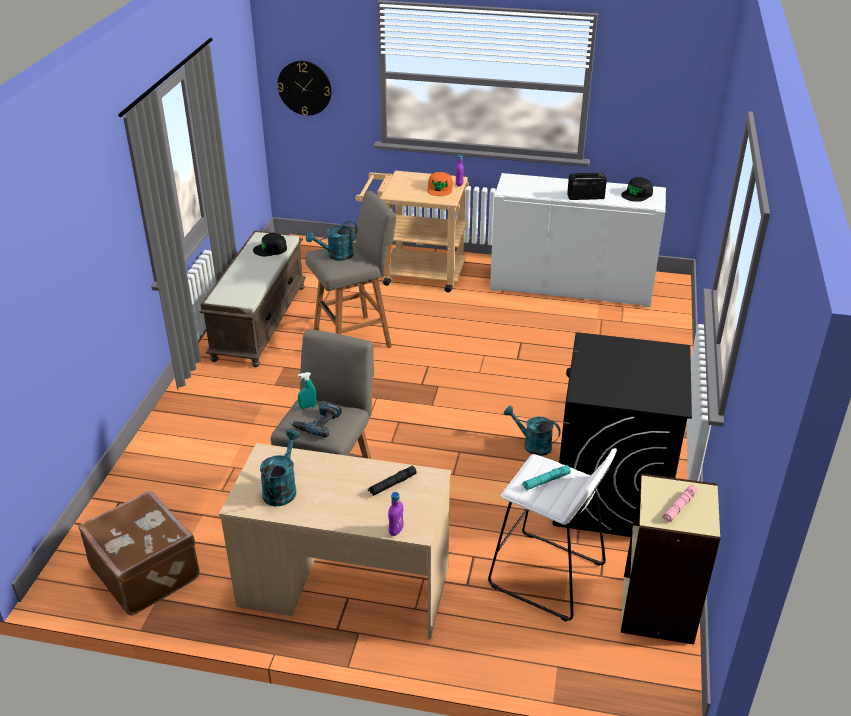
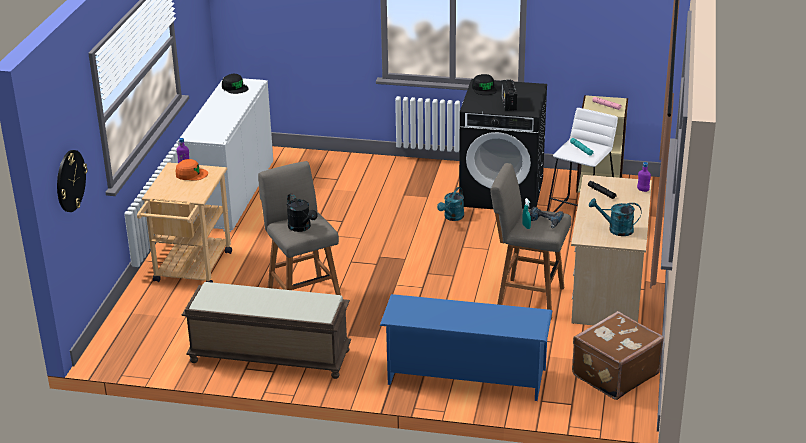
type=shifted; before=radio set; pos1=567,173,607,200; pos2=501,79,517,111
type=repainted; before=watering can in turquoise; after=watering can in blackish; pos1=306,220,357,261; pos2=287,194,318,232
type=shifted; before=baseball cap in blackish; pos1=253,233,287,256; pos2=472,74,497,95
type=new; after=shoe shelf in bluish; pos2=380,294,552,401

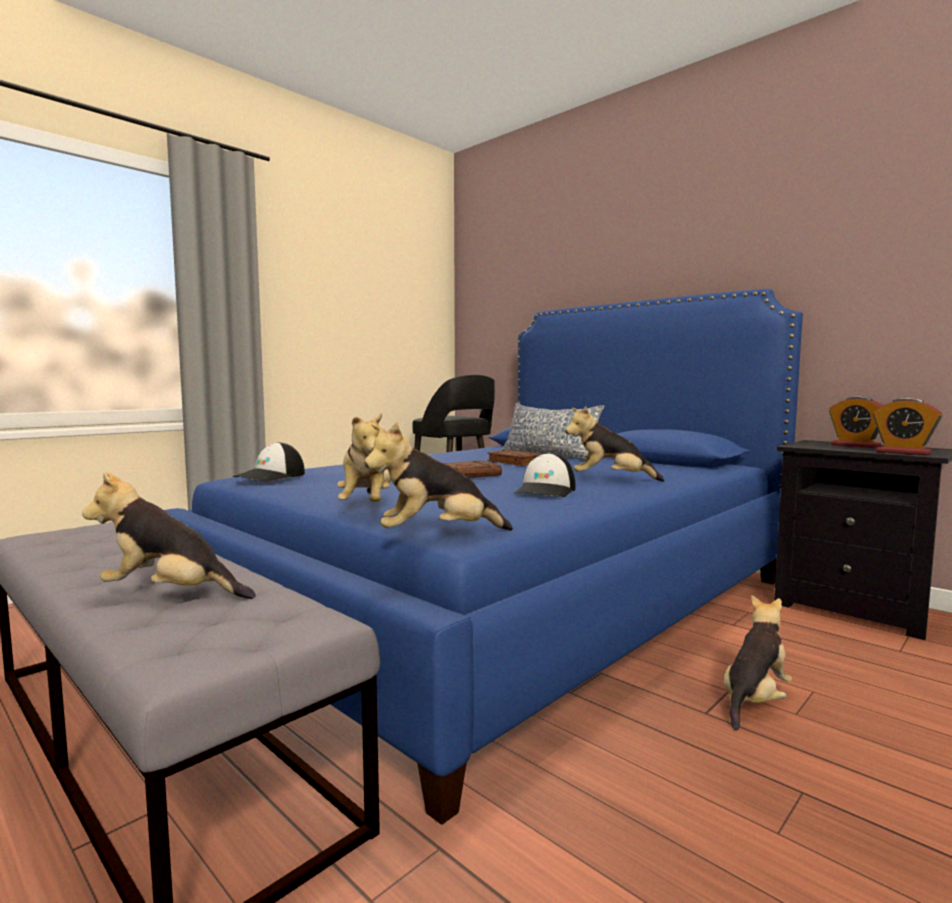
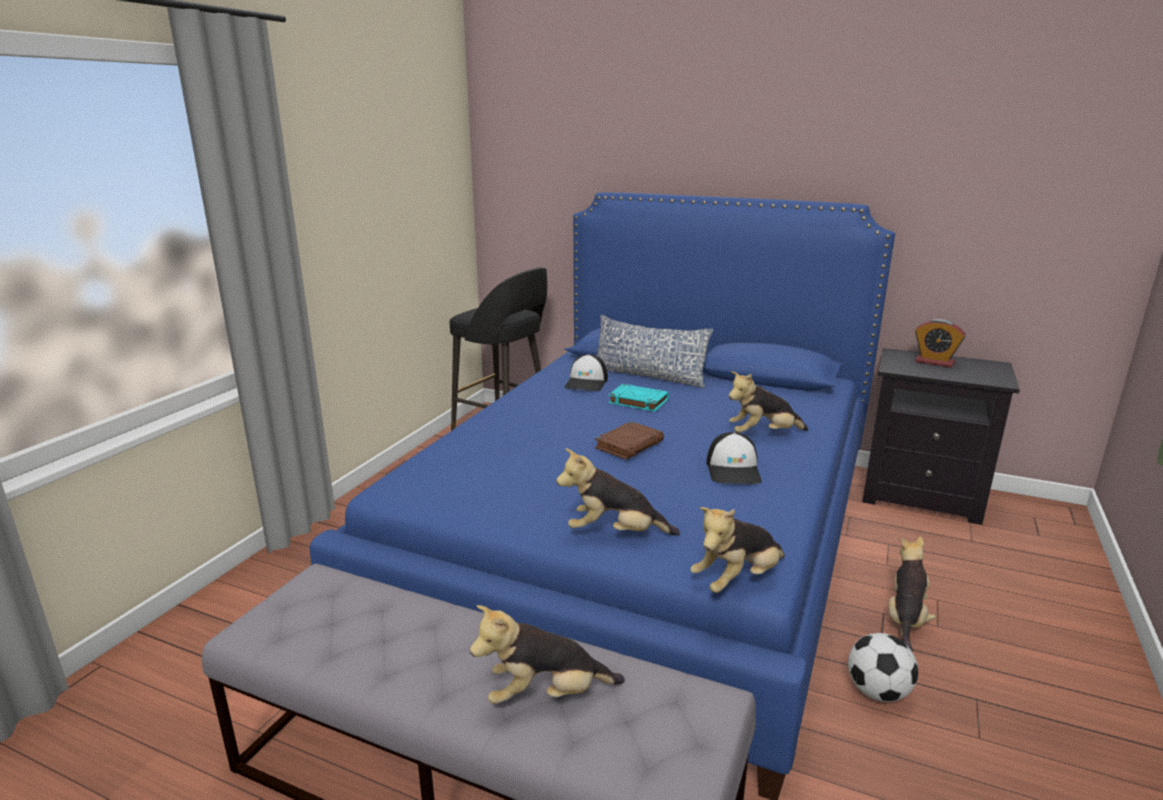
type=gone; before=bedside clock; pos1=873,398,943,455
type=rotated; before=cuddly toy; pos1=337,413,391,502; pos2=556,448,680,536; turn=120
type=shifted; before=baseball cap; pos1=233,442,305,482; pos2=564,354,608,391
type=repainted; before=book in brown-coloured; after=book in turquoise; pos1=487,450,541,466; pos2=608,384,669,412
type=new; after=ball for football; pos2=848,633,918,702

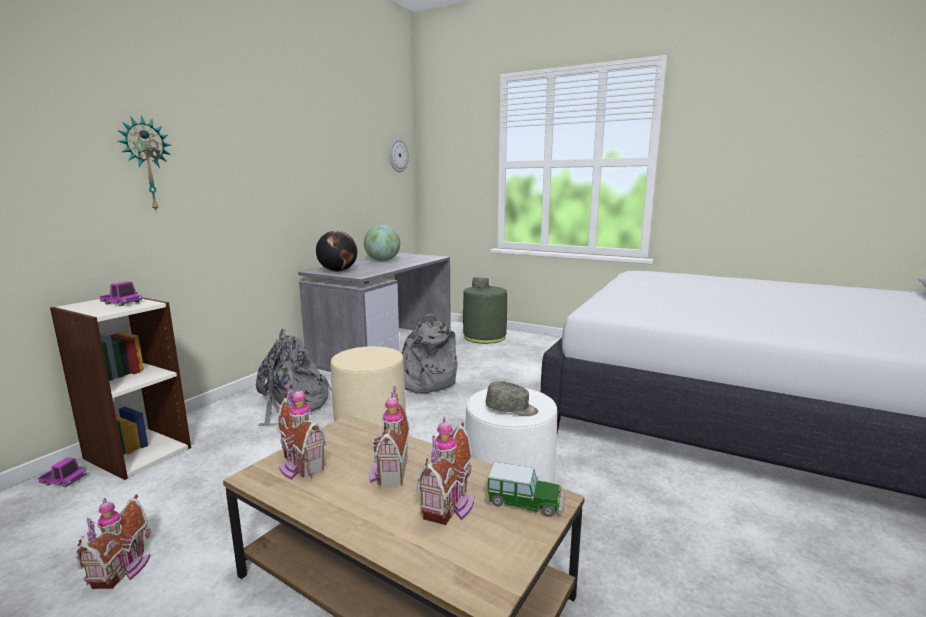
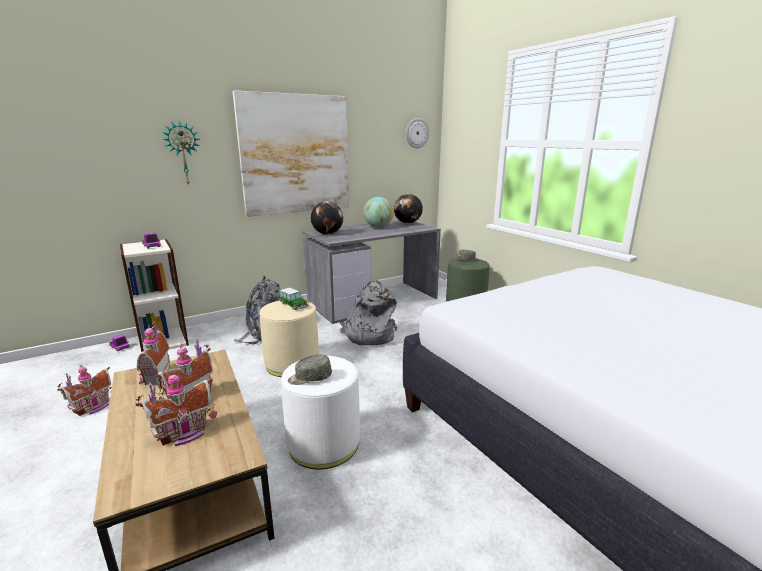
type=rotated; before=baseball cap in greyish; pos1=486,381,538,416; pos2=288,354,332,385; turn=120
type=shifted; before=miniature car; pos1=486,462,565,517; pos2=279,287,309,310
type=new; after=picture; pos2=233,90,349,217
type=new; after=globe; pos2=394,194,423,224

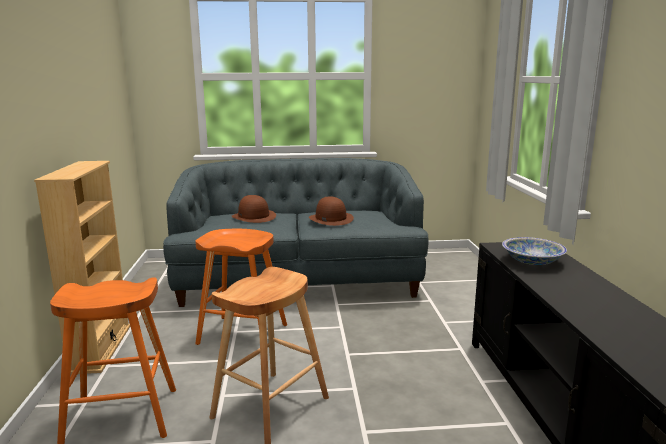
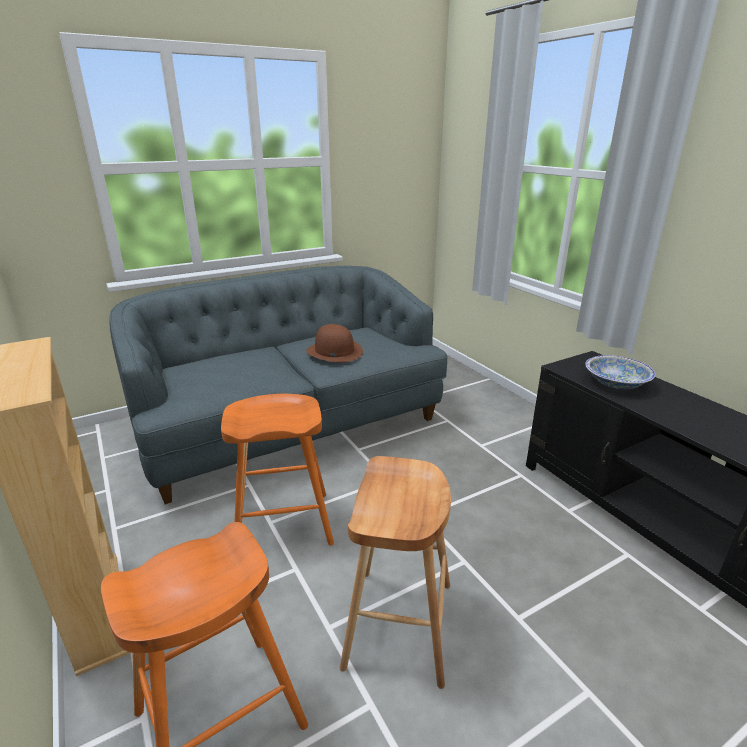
type=gone; before=hat in brown-coloured; pos1=231,195,276,223

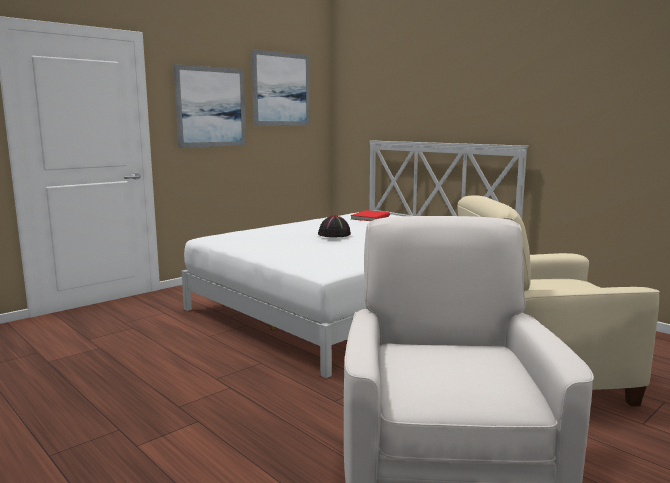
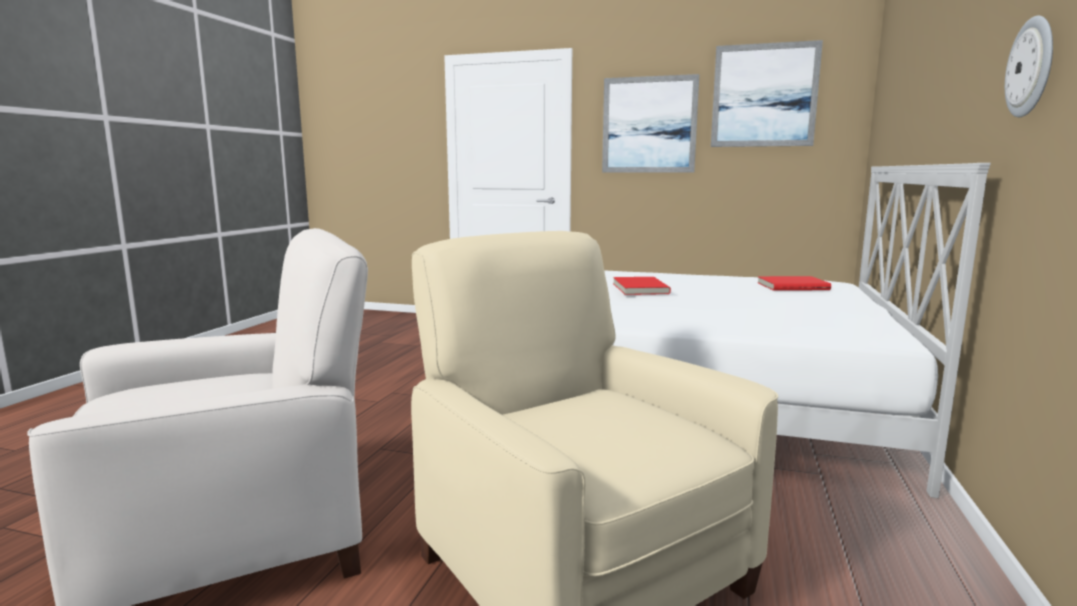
type=swapped; before=hat in blackish; after=book in red; pos1=318,215,351,237; pos2=613,277,671,295
type=new; after=hanging clock; pos2=1005,15,1053,117

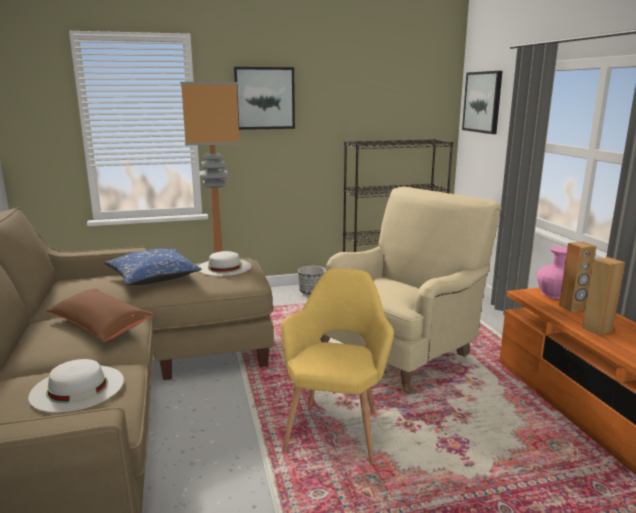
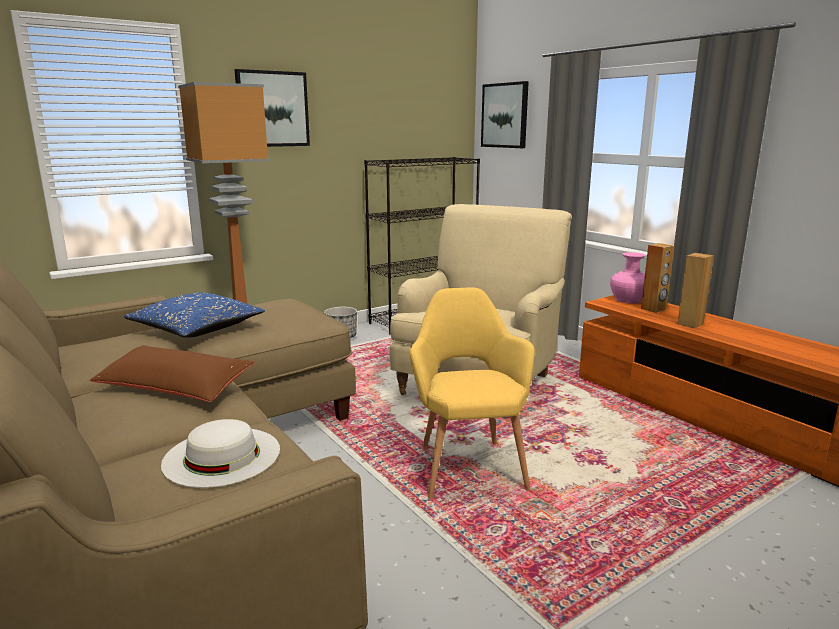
type=gone; before=hat in whitish; pos1=199,251,252,276

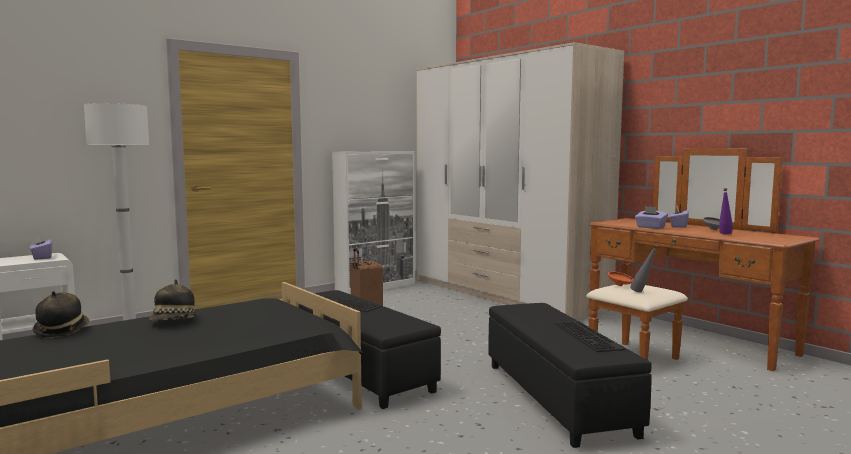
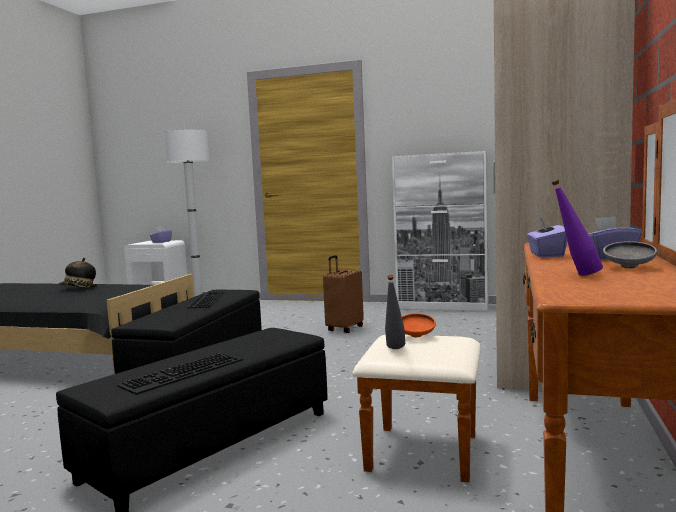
type=gone; before=hat; pos1=33,291,89,338

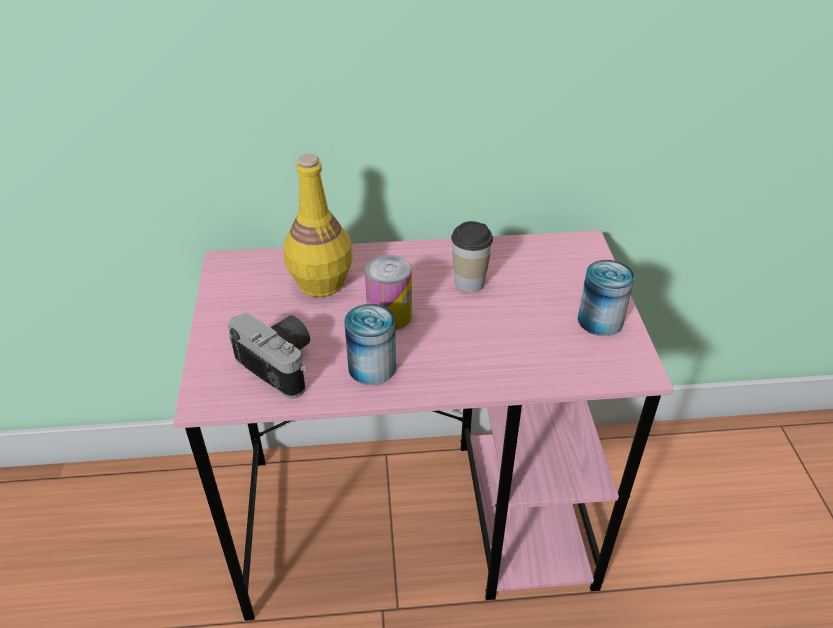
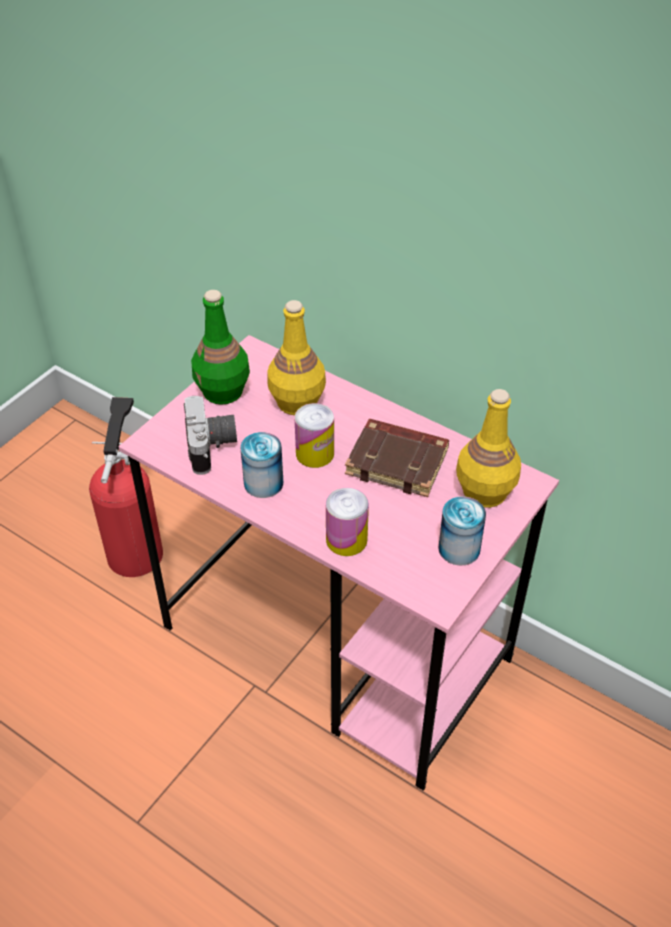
type=swapped; before=cup; after=book in brown-coloured; pos1=451,221,493,293; pos2=345,419,449,497
type=new; after=bottle in green; pos2=191,290,250,405
type=new; after=bottle in yellow; pos2=456,389,521,508
type=new; after=fire extinguisher; pos2=89,397,163,577
type=new; after=sealed can; pos2=326,488,369,556

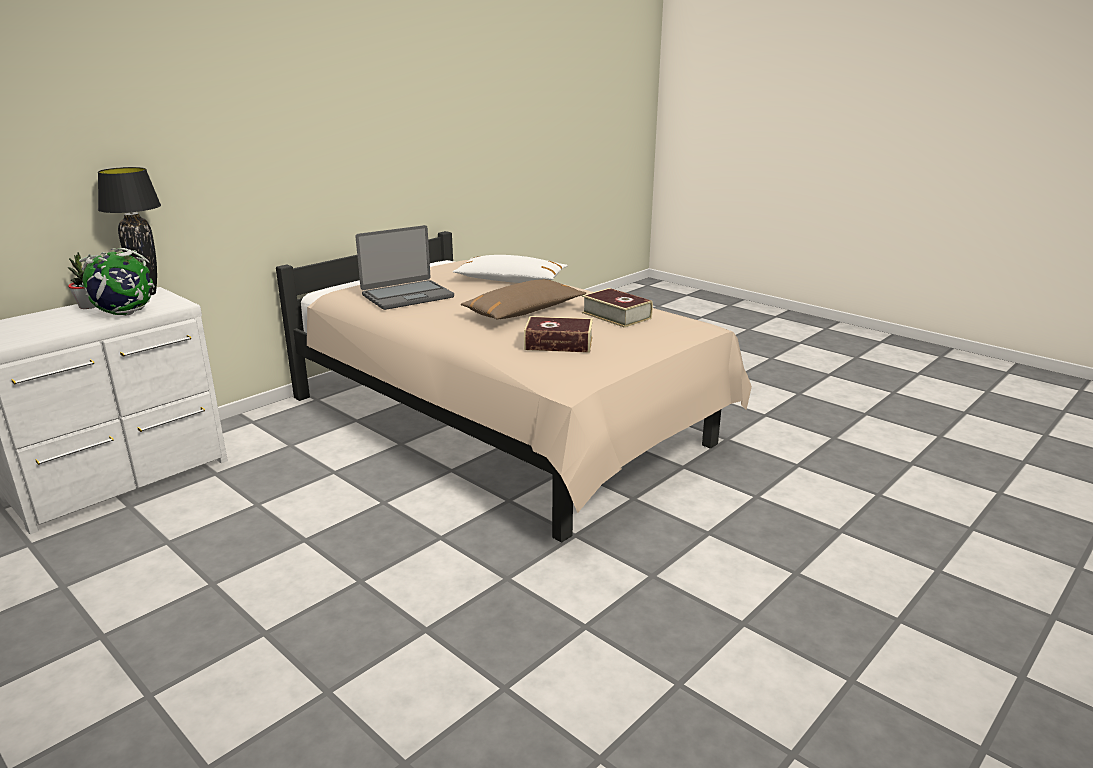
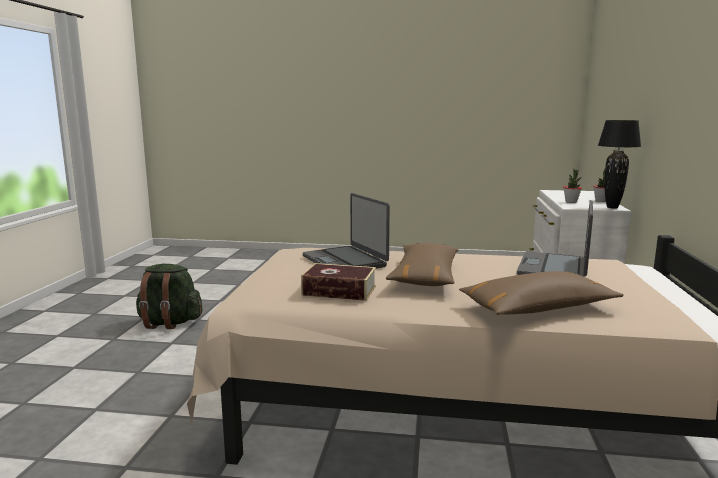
type=swapped; before=globe; after=plant in a pot; pos1=79,248,155,316; pos2=563,169,582,203
type=repainted; before=cushion in whitish; after=cushion in brown-coloured; pos1=453,255,567,283; pos2=459,271,624,315
type=swapped; before=book; after=portable computer; pos1=524,316,593,353; pos2=303,193,390,269
type=new; after=backpack in green; pos2=136,264,202,329

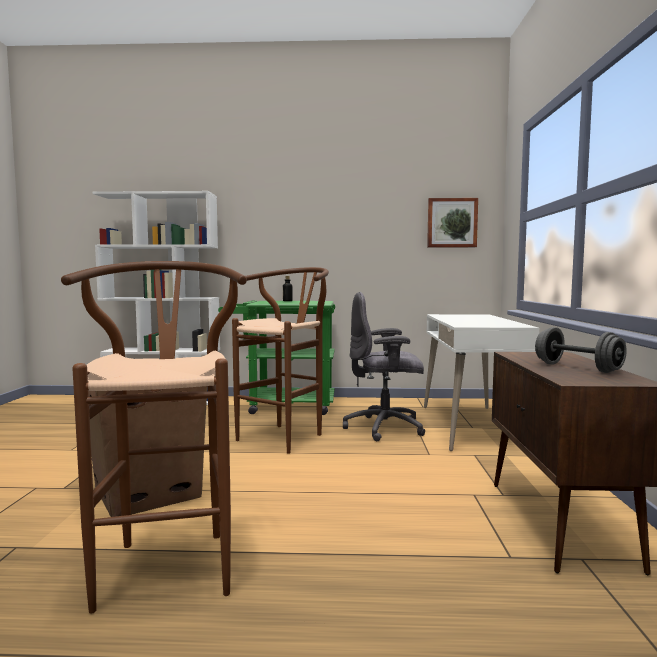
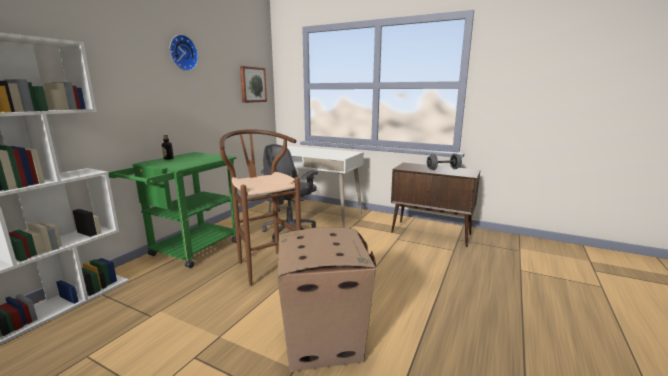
type=gone; before=stool seat in brown-coloured; pos1=61,261,247,614
type=new; after=hanging clock; pos2=169,35,198,71

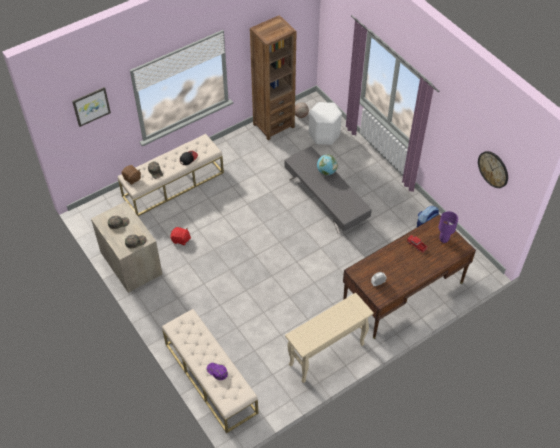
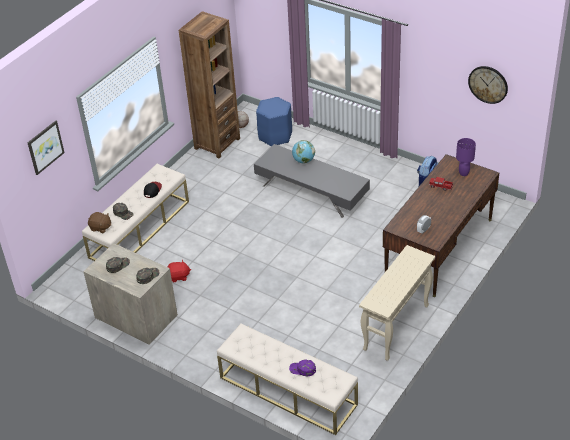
type=repainted; before=stool seat in whitish; after=stool seat in bluish; pos1=309,102,342,145; pos2=256,97,292,147

